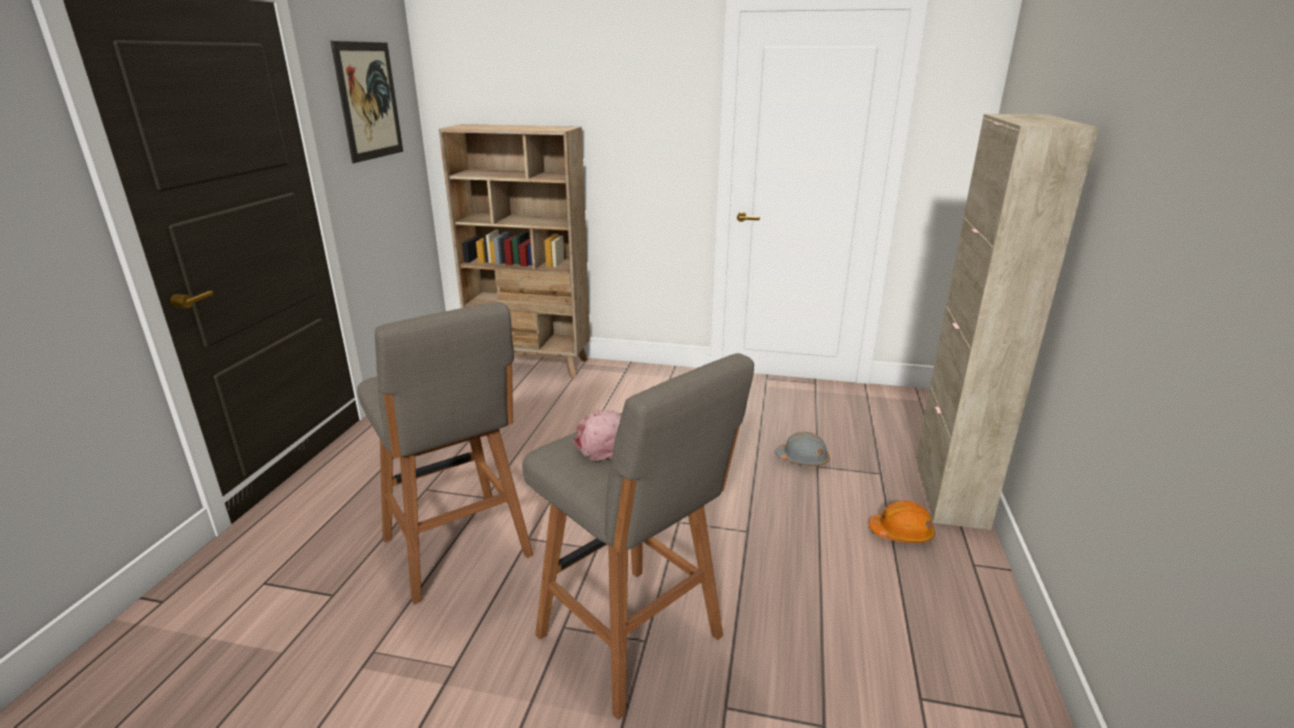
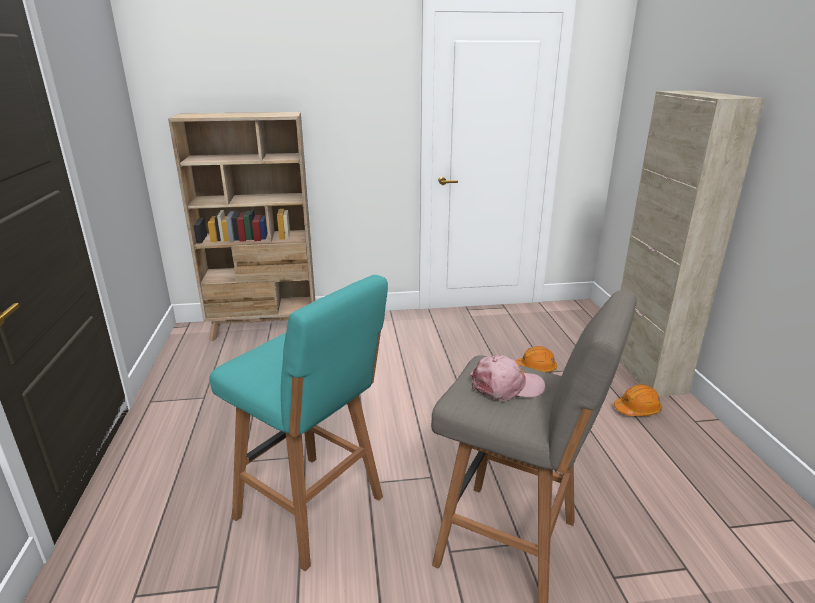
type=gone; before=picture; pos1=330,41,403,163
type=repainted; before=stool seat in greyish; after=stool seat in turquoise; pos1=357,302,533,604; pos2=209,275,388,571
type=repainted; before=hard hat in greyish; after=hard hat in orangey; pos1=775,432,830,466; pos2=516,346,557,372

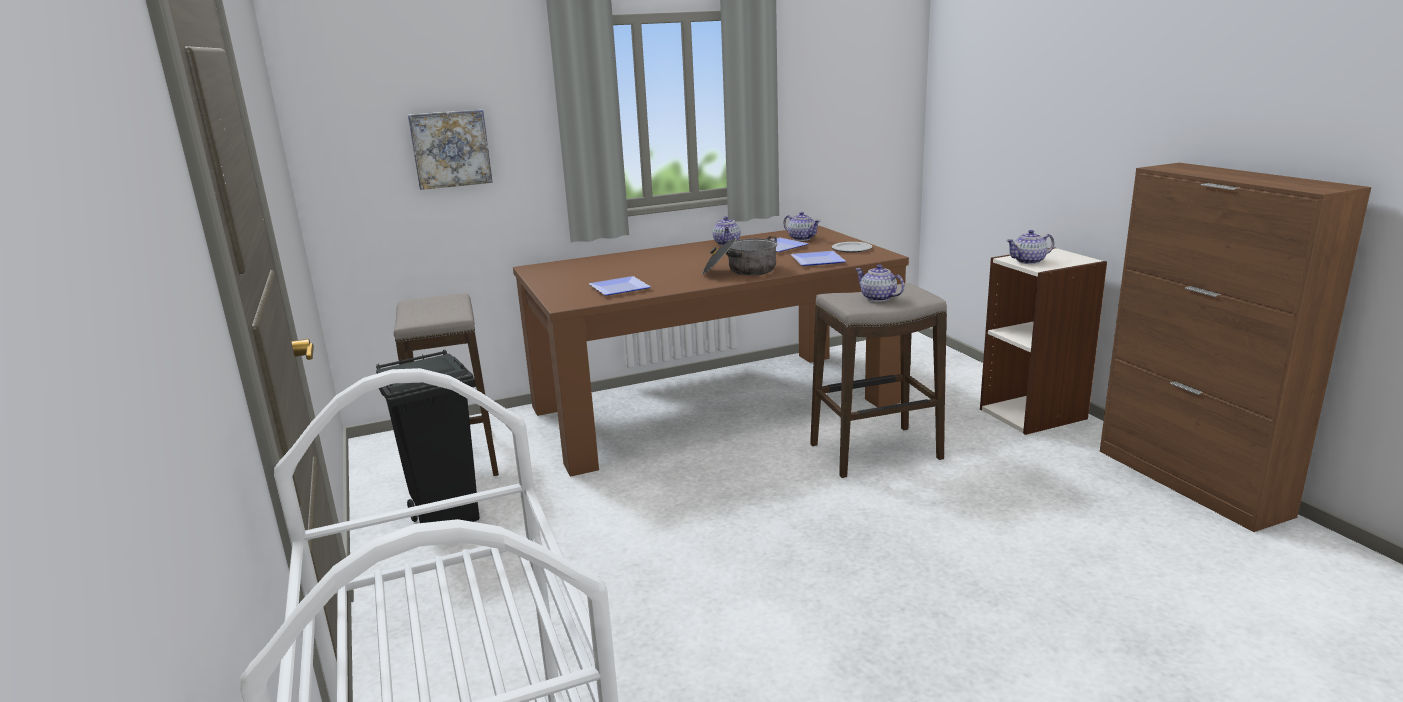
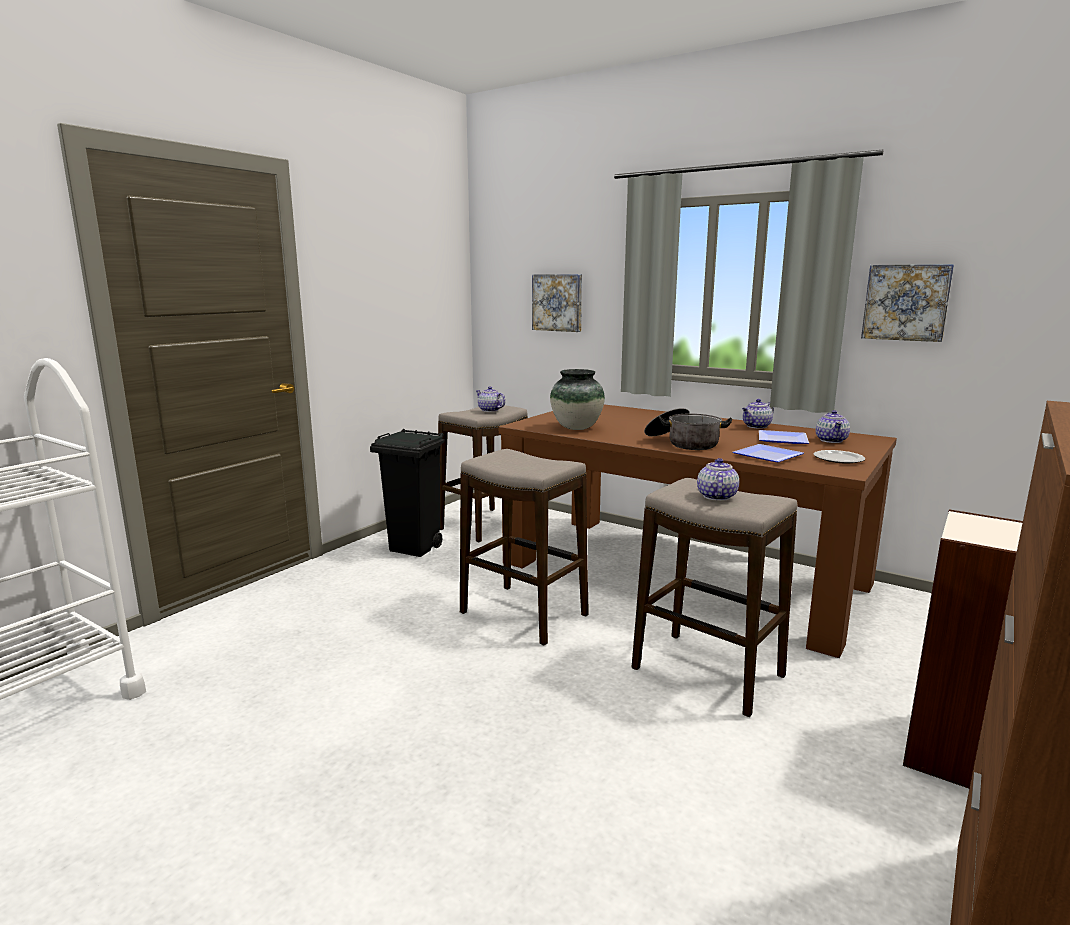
type=shifted; before=tea pot; pos1=1006,230,1054,264; pos2=476,386,506,412
type=swapped; before=plate; after=decorative vase; pos1=589,276,651,296; pos2=550,369,605,430
type=new; after=picture; pos2=861,264,954,342
type=new; after=stool seat; pos2=460,449,589,646

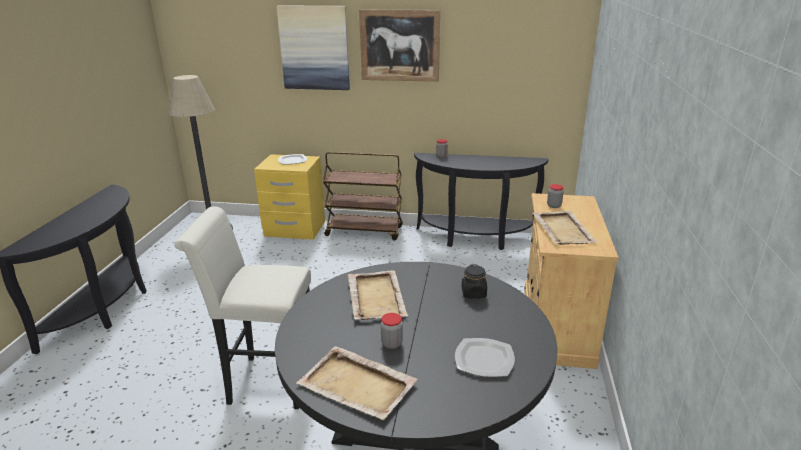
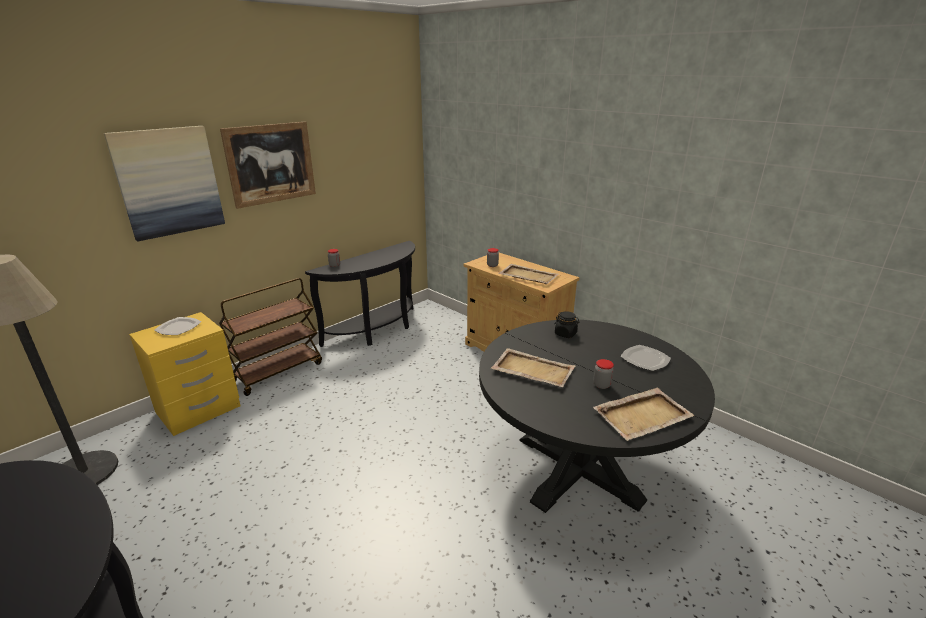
type=gone; before=stool seat in whitish; pos1=174,206,311,409

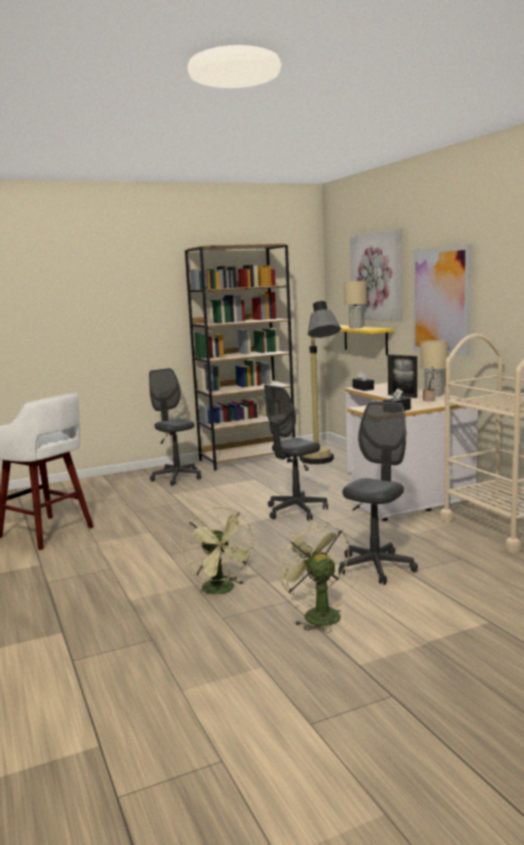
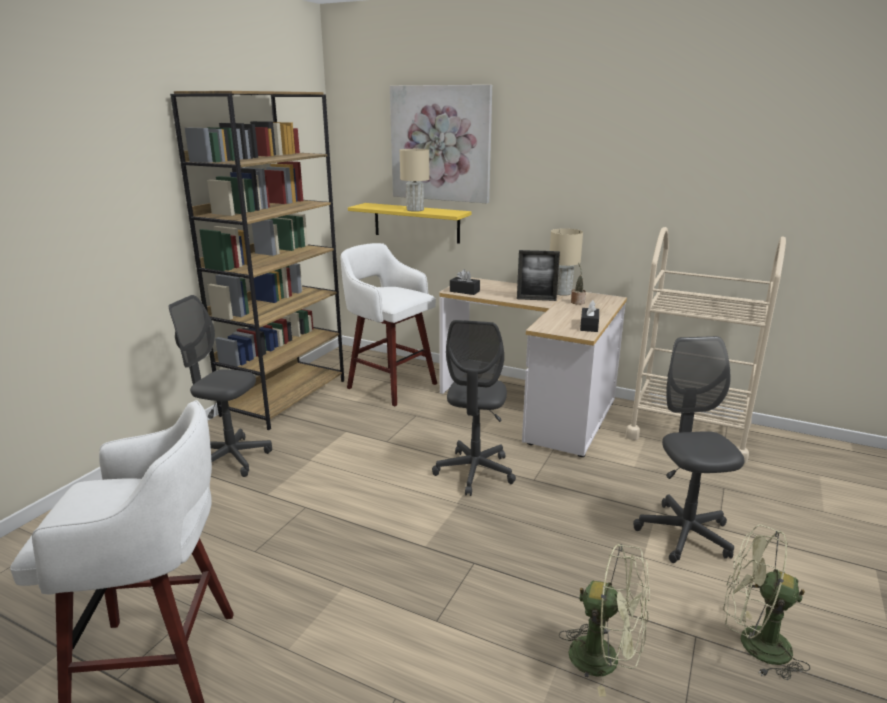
type=gone; before=picture; pos1=413,244,472,357
type=swapped; before=standing lamp; after=stool seat in whitish; pos1=300,301,341,464; pos2=341,243,437,406

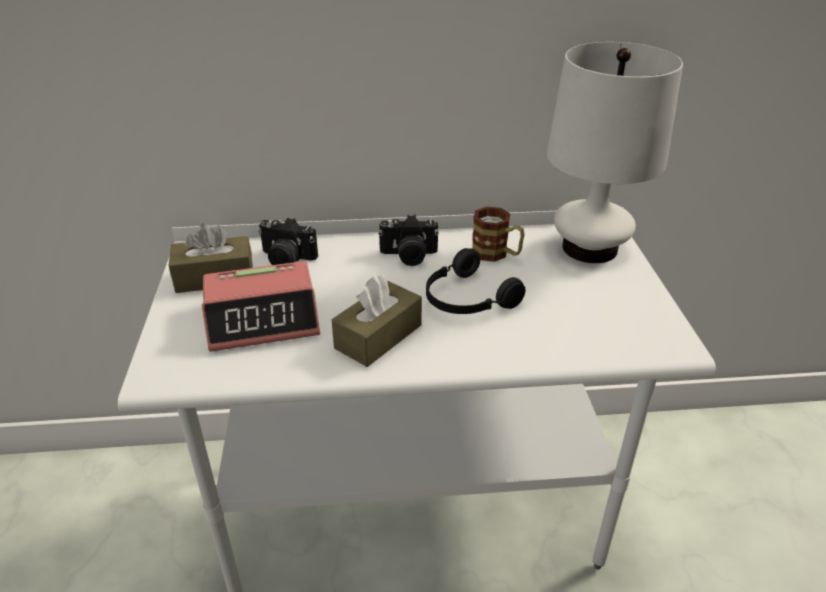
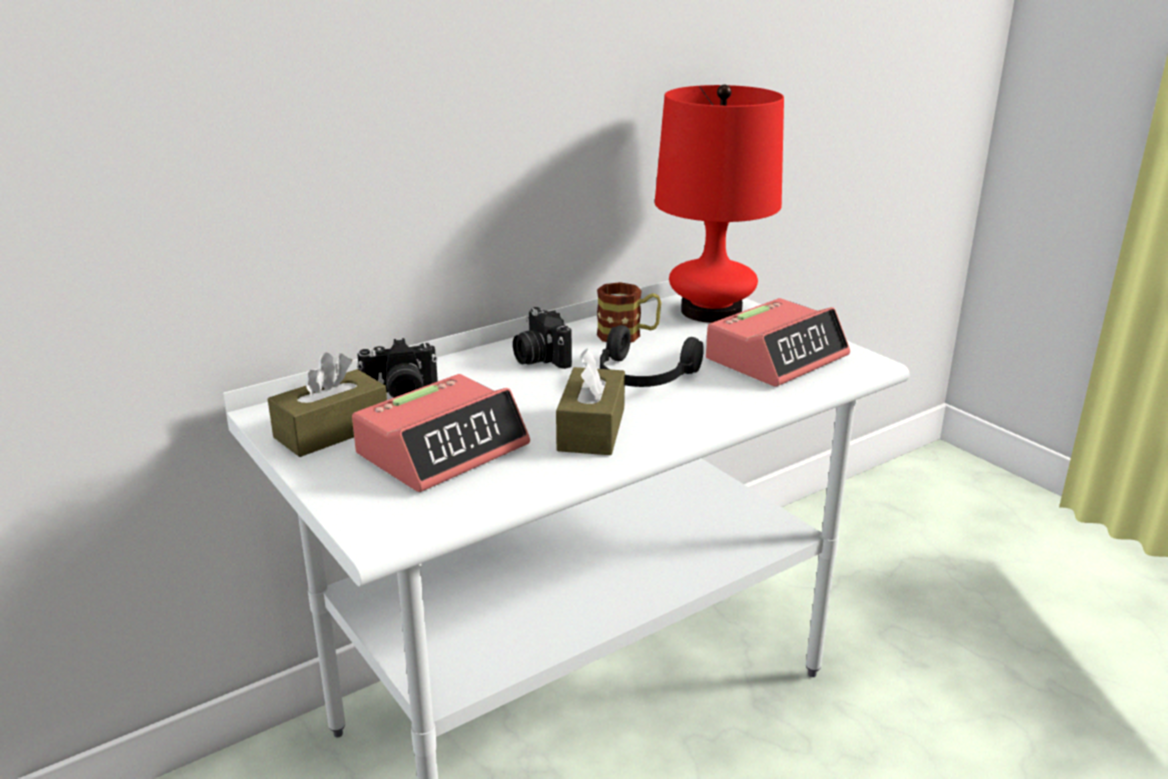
type=repainted; before=lamp for a table in whitish; after=lamp for a table in red; pos1=547,42,683,263; pos2=655,85,784,323
type=rotated; before=photo camera; pos1=378,215,439,266; pos2=513,307,572,369; turn=90
type=new; after=bedside clock; pos2=706,298,850,387

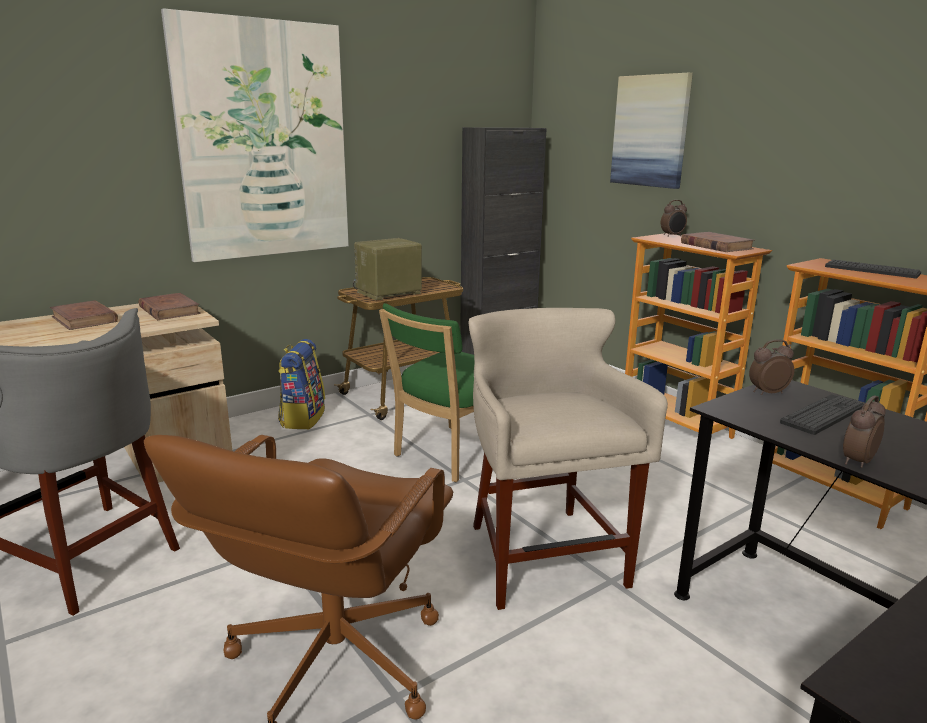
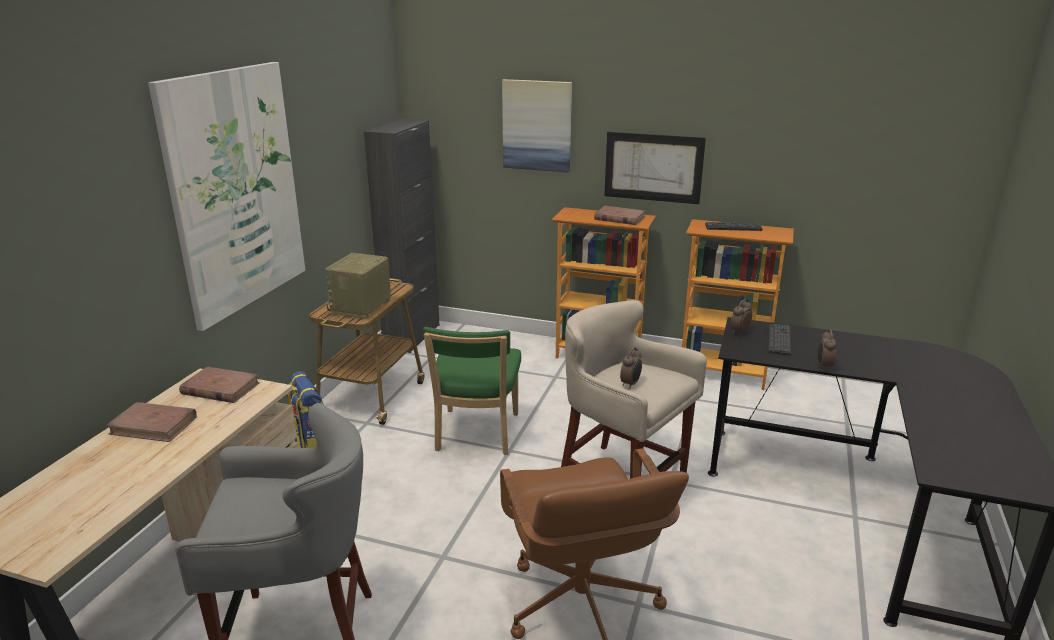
type=shifted; before=bedside clock; pos1=661,200,687,236; pos2=620,347,642,389
type=new; after=picture; pos2=604,132,706,204

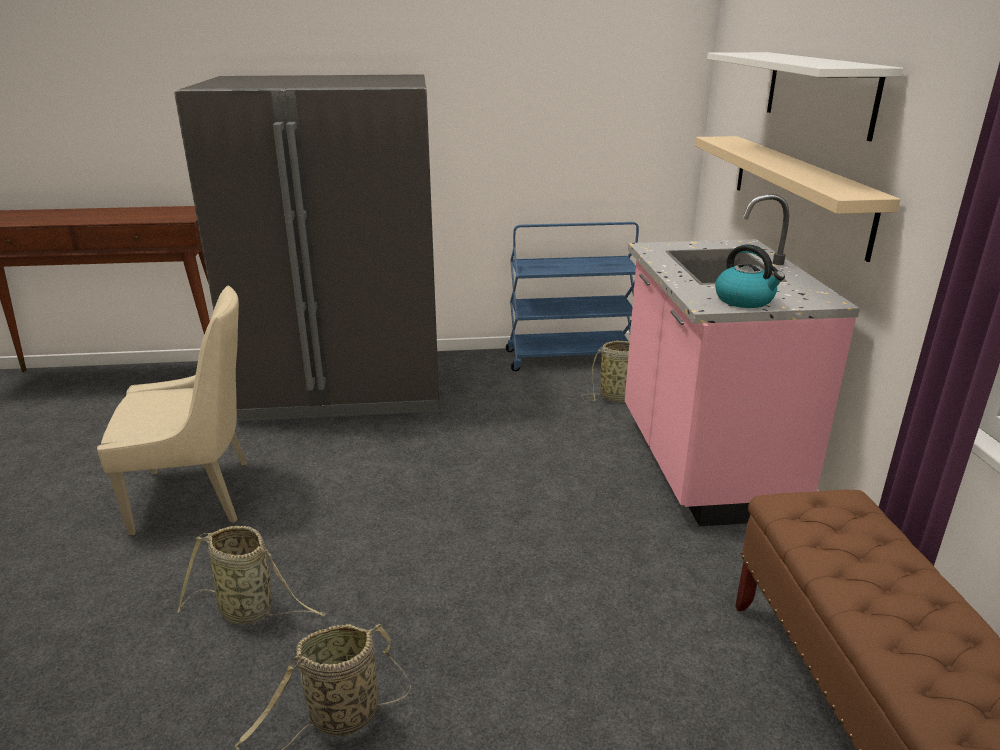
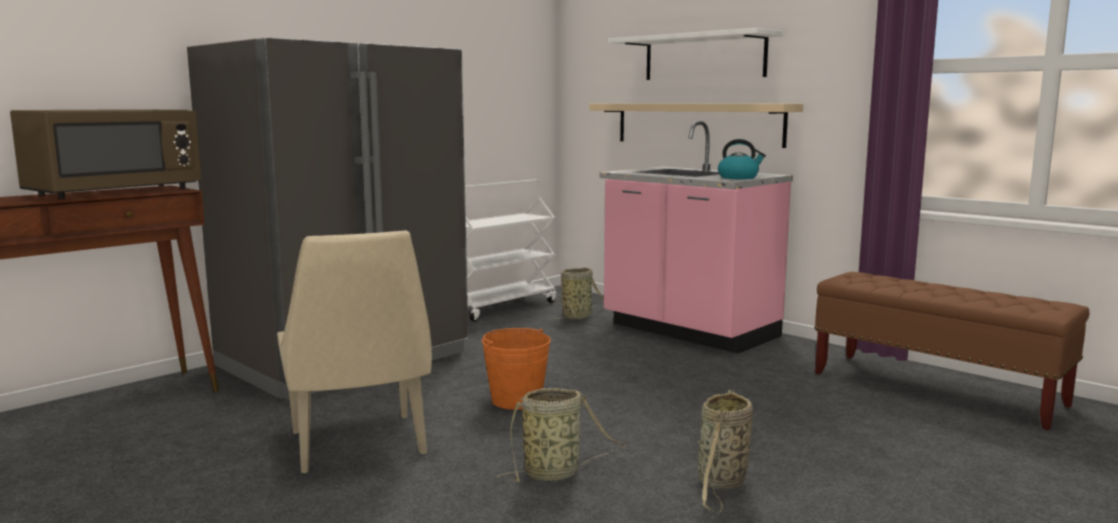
type=repainted; before=trolley in bluish; after=trolley in whitish; pos1=506,222,639,371; pos2=465,179,556,322
type=rotated; before=plain chair in beige-coloured; pos1=97,286,247,535; pos2=277,231,432,473; turn=120
type=new; after=microwave oven in brown-coloured; pos2=10,109,201,199
type=new; after=bucket in orangey; pos2=482,328,551,410

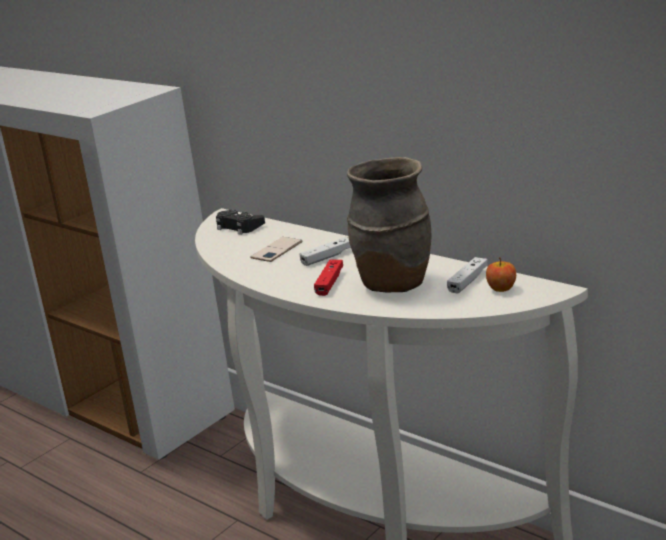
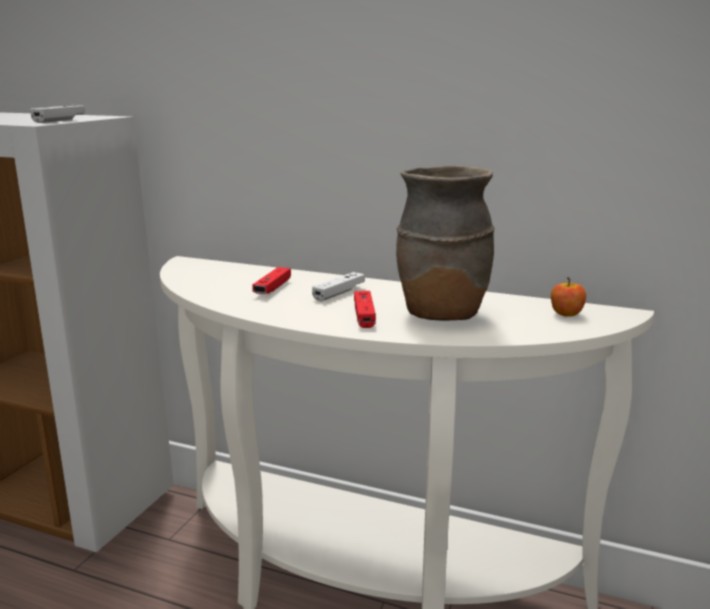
type=gone; before=gamepad in blackish; pos1=216,209,265,235
type=swapped; before=phone; after=gamepad in red; pos1=250,237,303,262; pos2=253,267,291,294
type=shifted; before=gamepad in whitish; pos1=447,257,488,294; pos2=30,105,85,123

